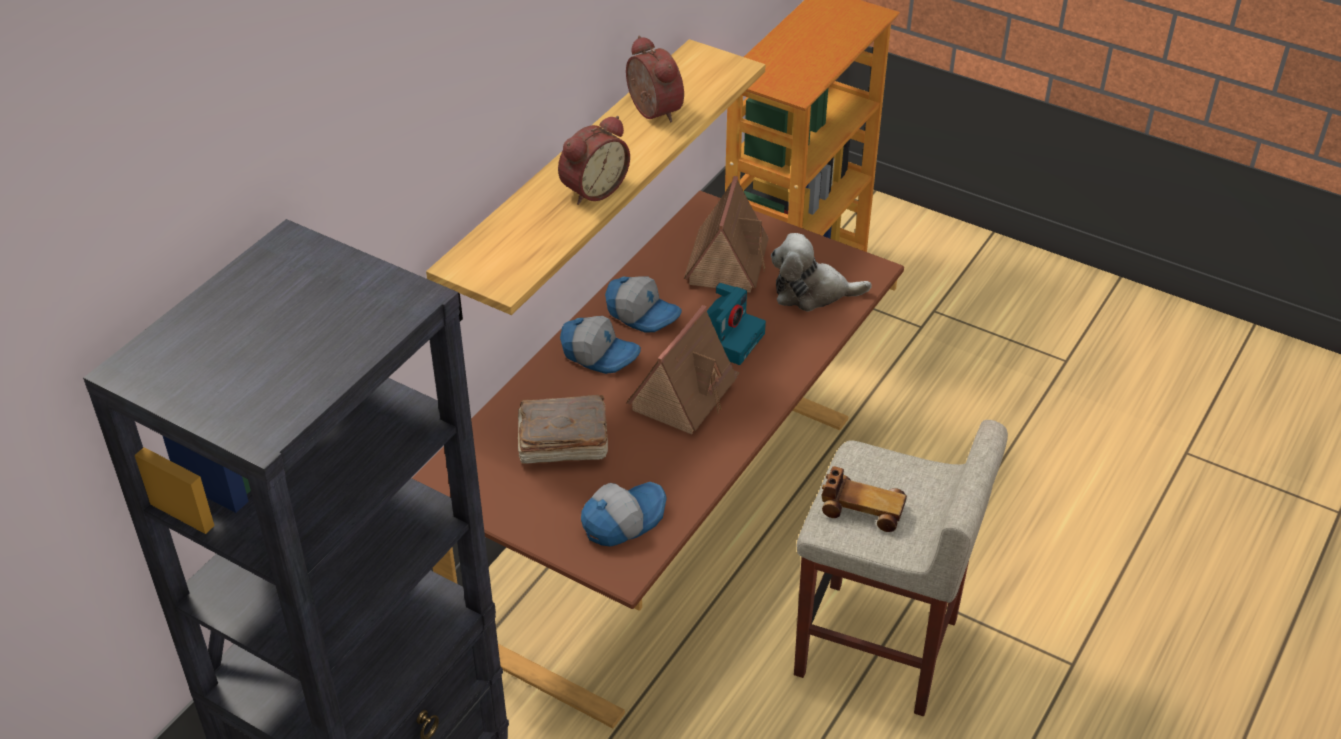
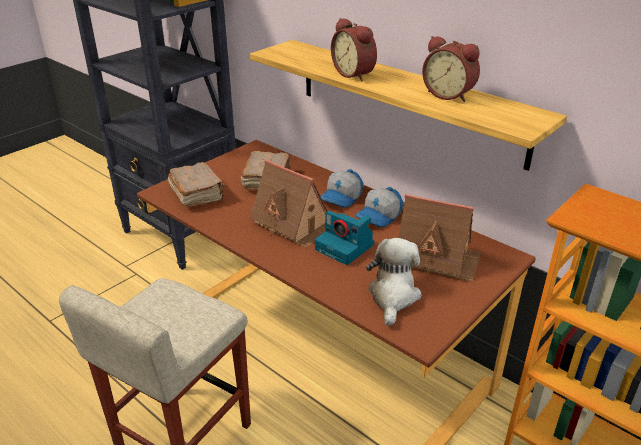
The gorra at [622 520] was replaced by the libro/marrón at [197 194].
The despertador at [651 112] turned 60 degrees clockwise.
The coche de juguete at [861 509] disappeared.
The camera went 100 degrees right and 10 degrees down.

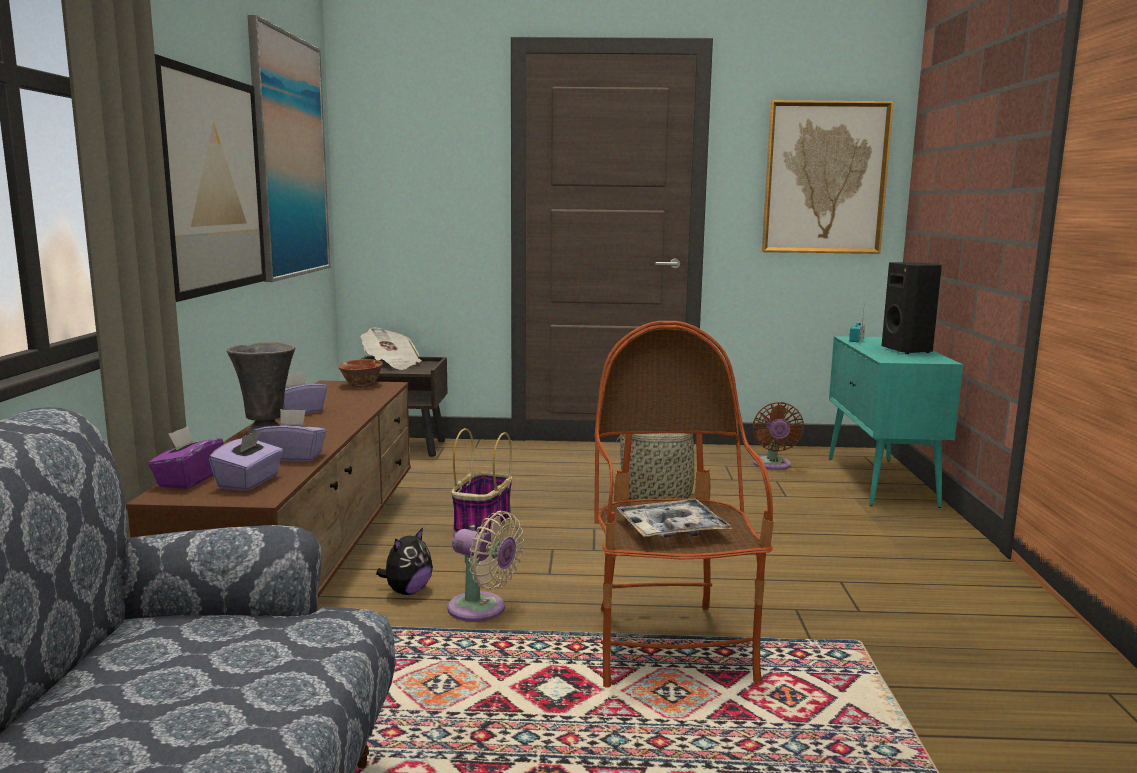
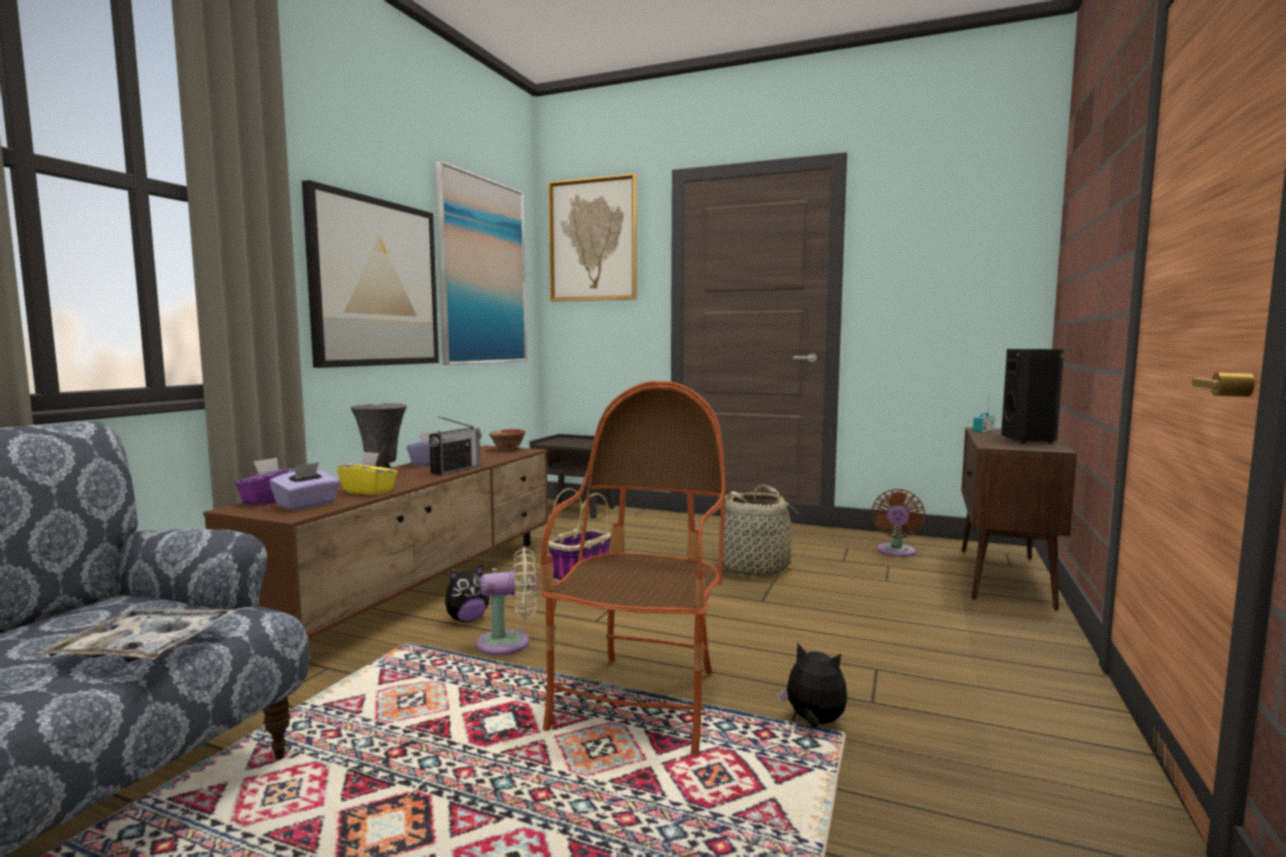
The caja de pañuelos/morado at [293 457] became the caja de pañuelos/amarillo at [369 491].
The periódico at [391 364] disappeared.
The ventilador/beis at [482 610] turned 60 degrees counterclockwise.
The bandeja moved from [671 529] to [146 647].
The cuadro moved from [825 178] to [593 240].
The armario/turquesa at [881 482] became the armario/marrón at [1004 578].
The radio at [456 469] appeared.
The peluche at [814 722] appeared.
The camera went 20 degrees right and 5 degrees down.

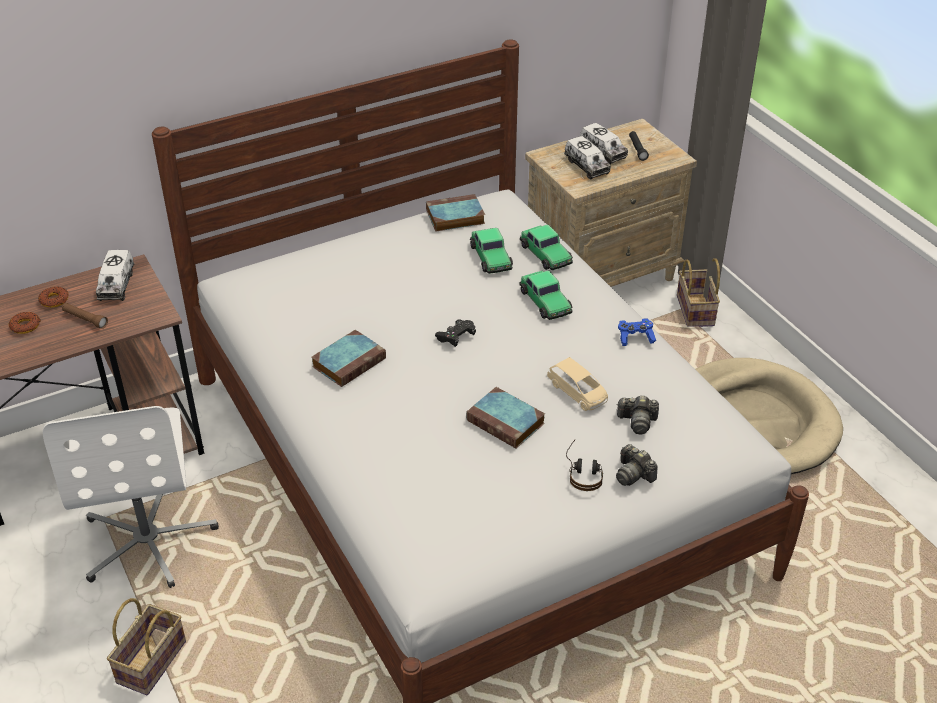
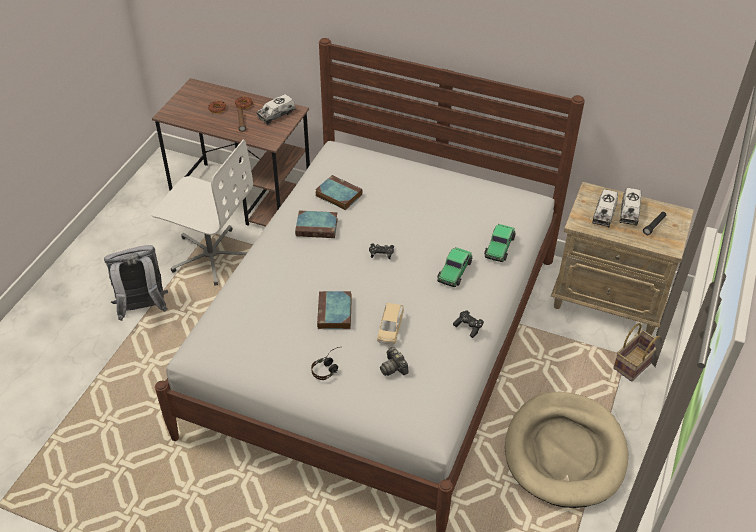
The silla de oficina/blanco at [148 539] turned 105 degrees counterclockwise.
The cesta at [152 664] was replaced by the mochila/gris at [143 309].
The libro moved from [454 217] to [337 195].
The coche de juguete at [491 257] disappeared.
The cámara at [633 474] disappeared.
The mando de consola/azul at [635 337] became the mando de consola/negro at [468 327].
The camera went 50 degrees right and 5 degrees up.

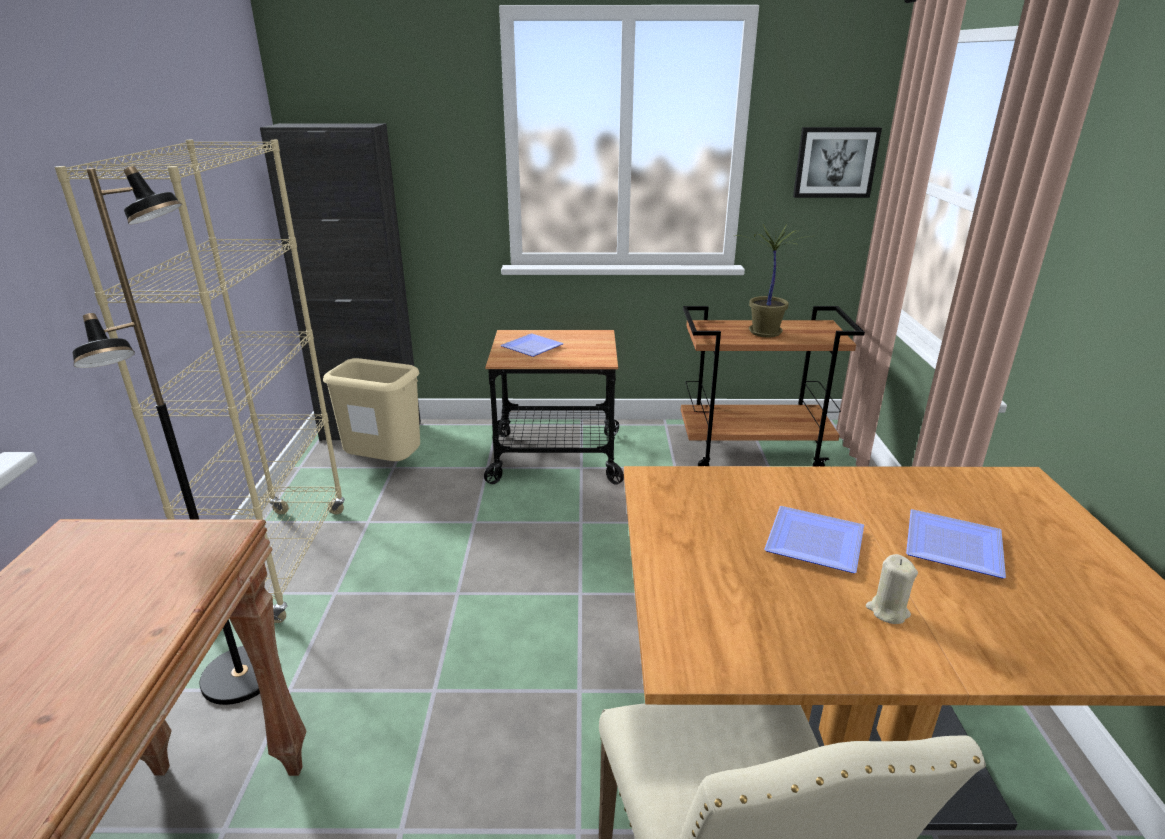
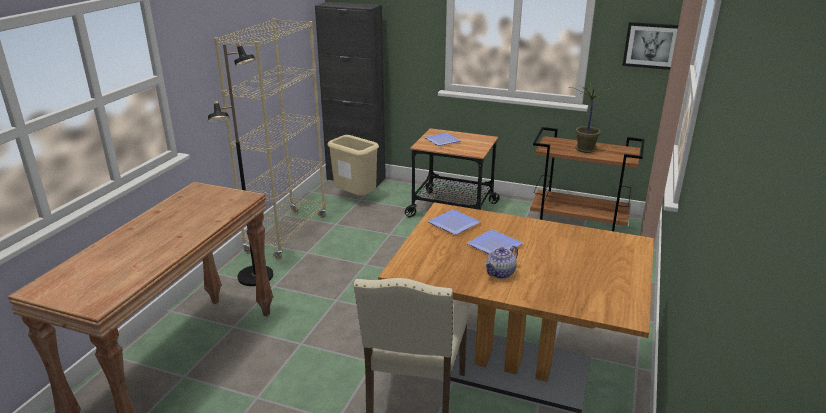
The vela/beis at [887 611] was replaced by the tetera at [500 273].
The plato moved from [949 544] to [454 223].
The camera went 20 degrees right and 0 degrees up.

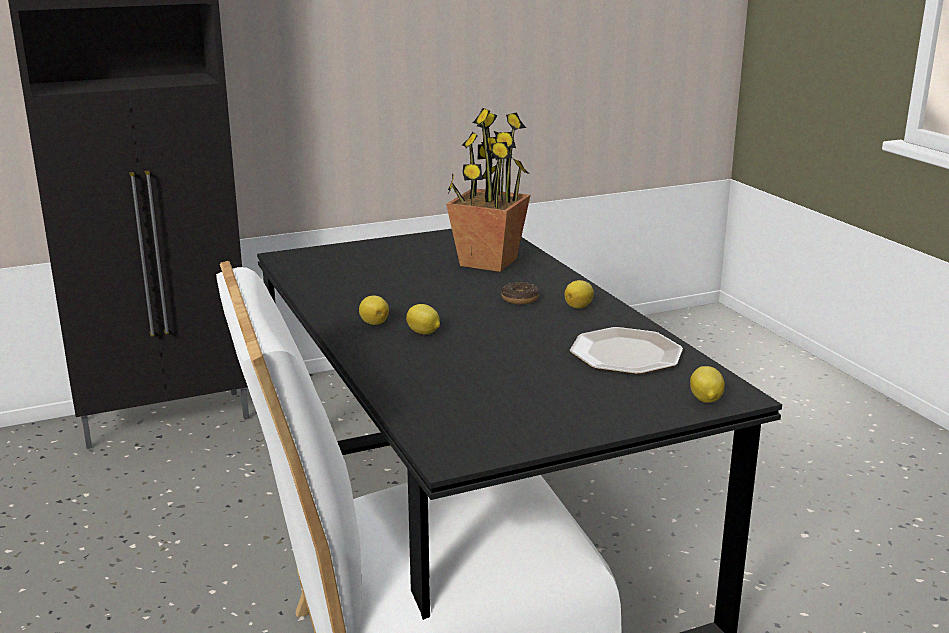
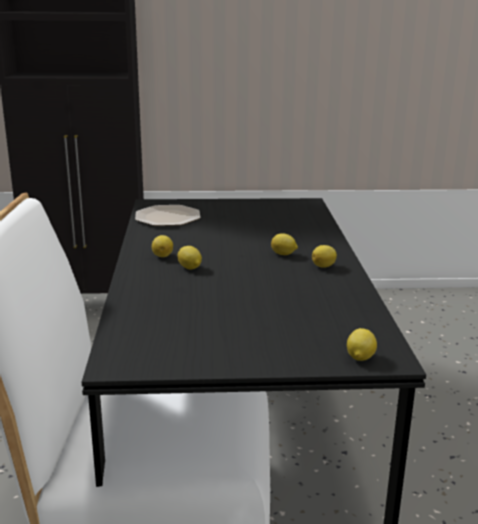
The planta en maceta at [487 262] disappeared.
The rosquilla at [520 299] was replaced by the limón at [283 254].
The plato moved from [627 353] to [168 217].
The camera went 20 degrees right and 0 degrees up.

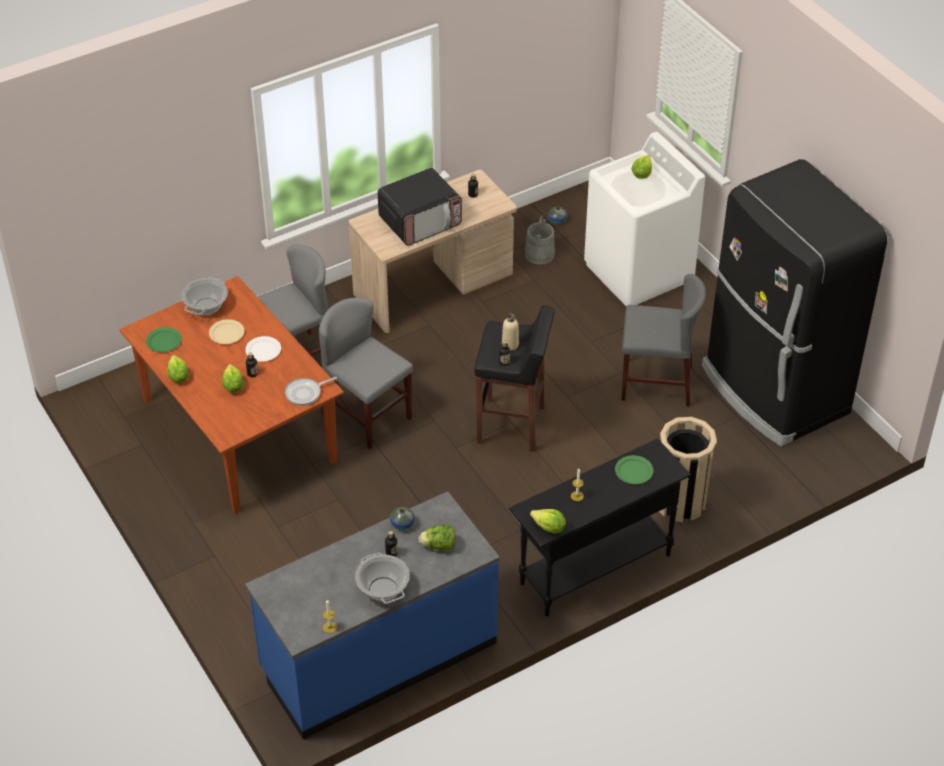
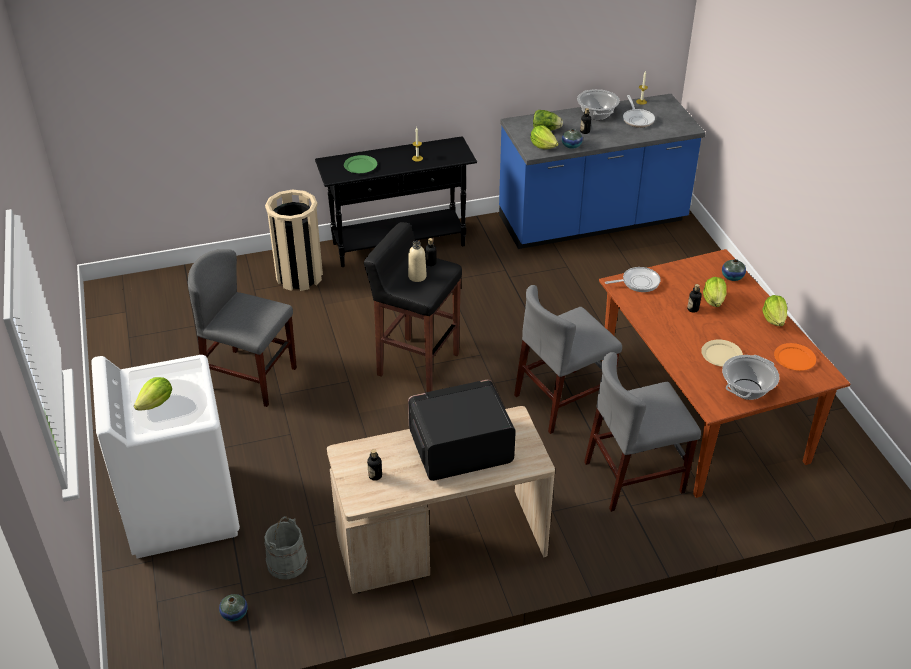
The plato/verde at [164 341] became the plato/naranja at [794 358].
The plato/blanco at [263 350] disappeared.
The silla/gris at [367 416] turned 90 degrees clockwise.
The lechuga moved from [549 528] to [543 146].
The nevera/negro at [773 391] disappeared.
The sartén at [637 119] appeared.
The florero at [732 277] appeared.
The camera went 165 degrees left and 5 degrees down.

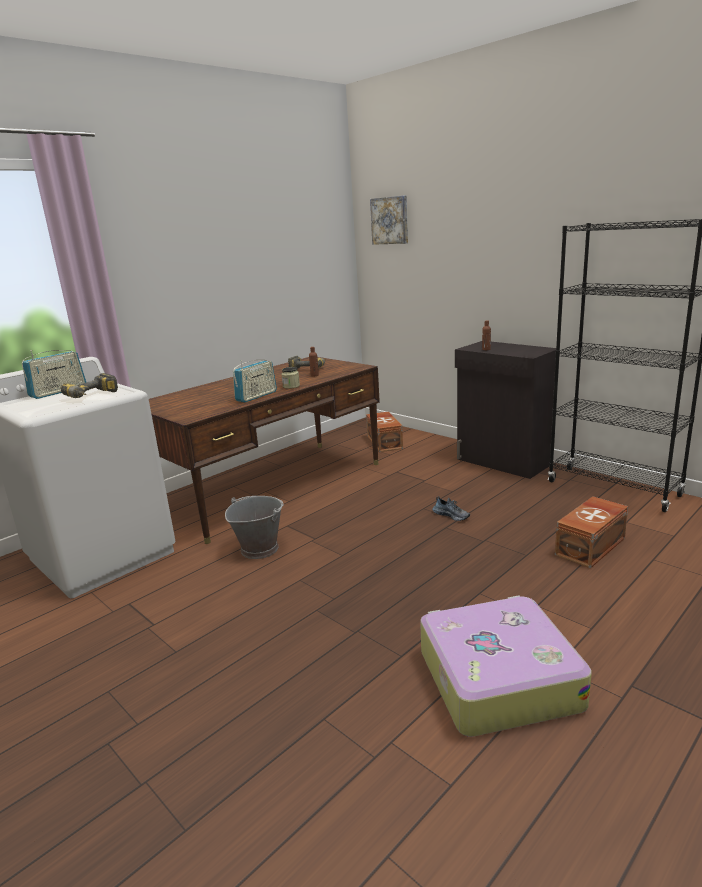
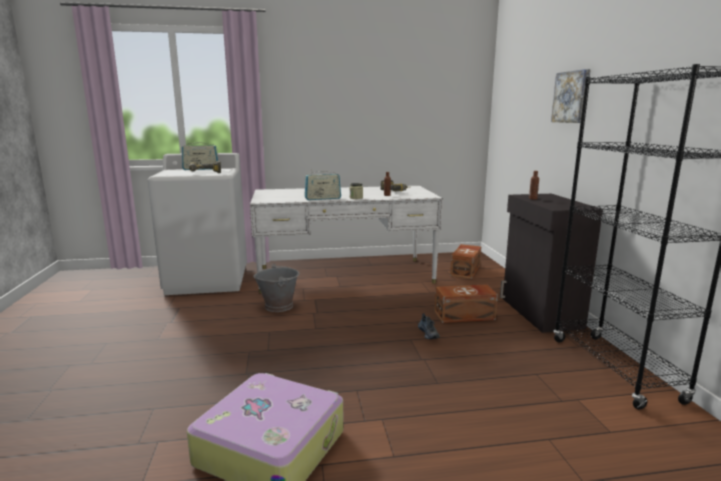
The escritorio/marrón at [272 487] became the escritorio/blanco at [345 275].
The cuadro moved from [390 220] to [572 97].
The caja de almacenaje/marrón moved from [591 546] to [465 315].
The camera went 35 degrees right and 5 degrees down.

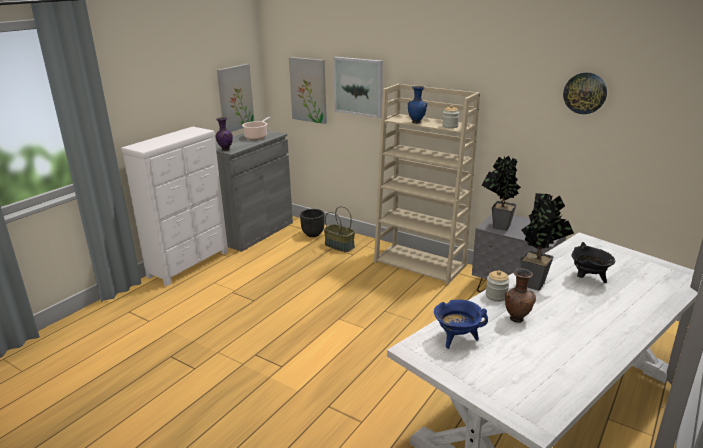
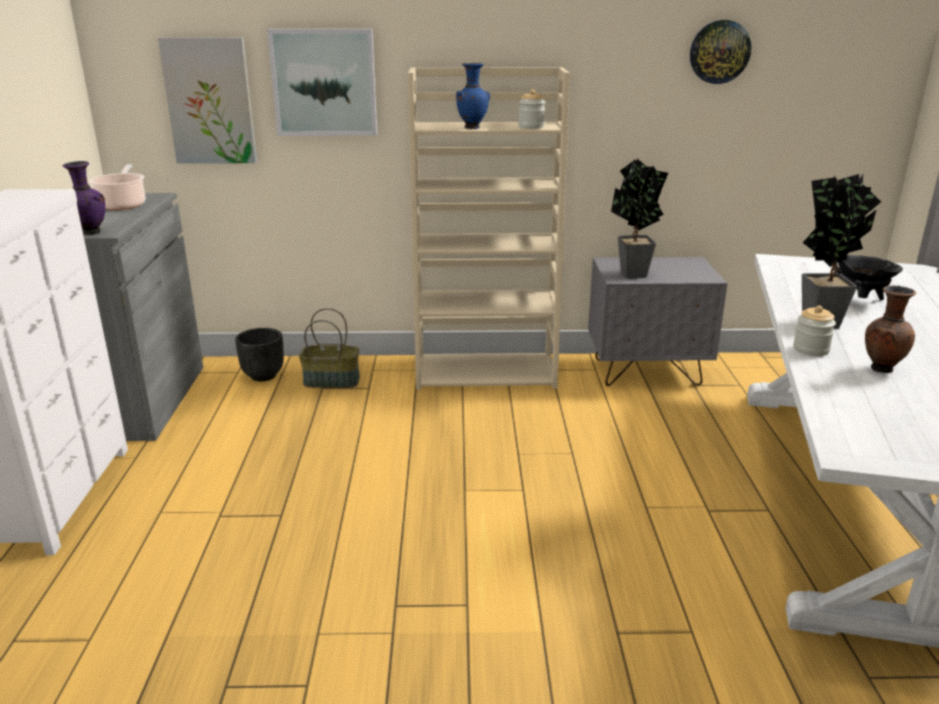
The cuadro at [235 98] disappeared.
The olla/azul at [457 339] disappeared.
The camera went 35 degrees left and 0 degrees up.

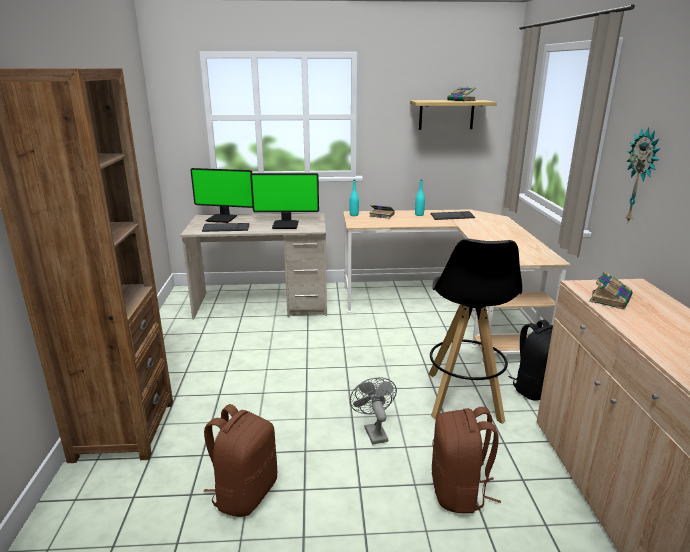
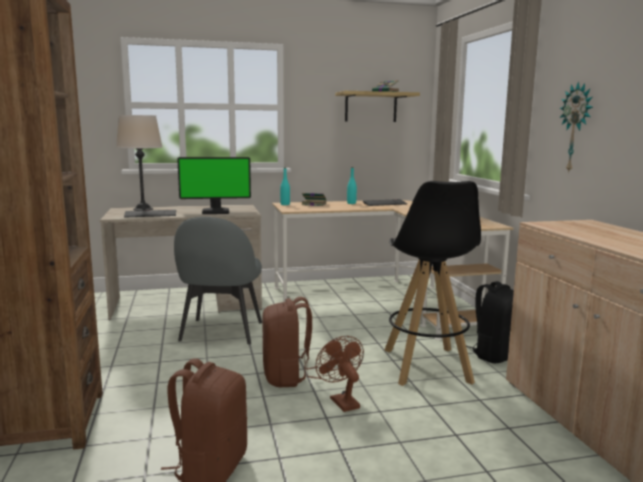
The monitor at [222 218] was replaced by the lámpara de mesa/beis at [143 209].
The ventilador/gris at [373 431] became the ventilador/marrón at [341 401].
The mochila/marrón moved from [459 492] to [287 377].
The libro at [610 298] disappeared.
The silla/gris at [221 332] appeared.
The camera went 10 degrees left and 10 degrees down.

